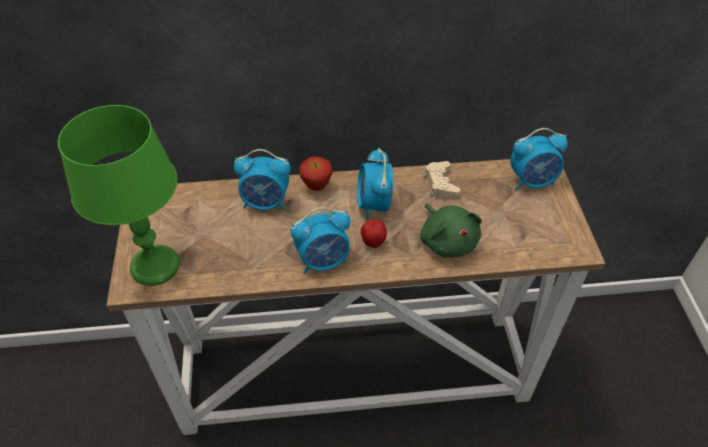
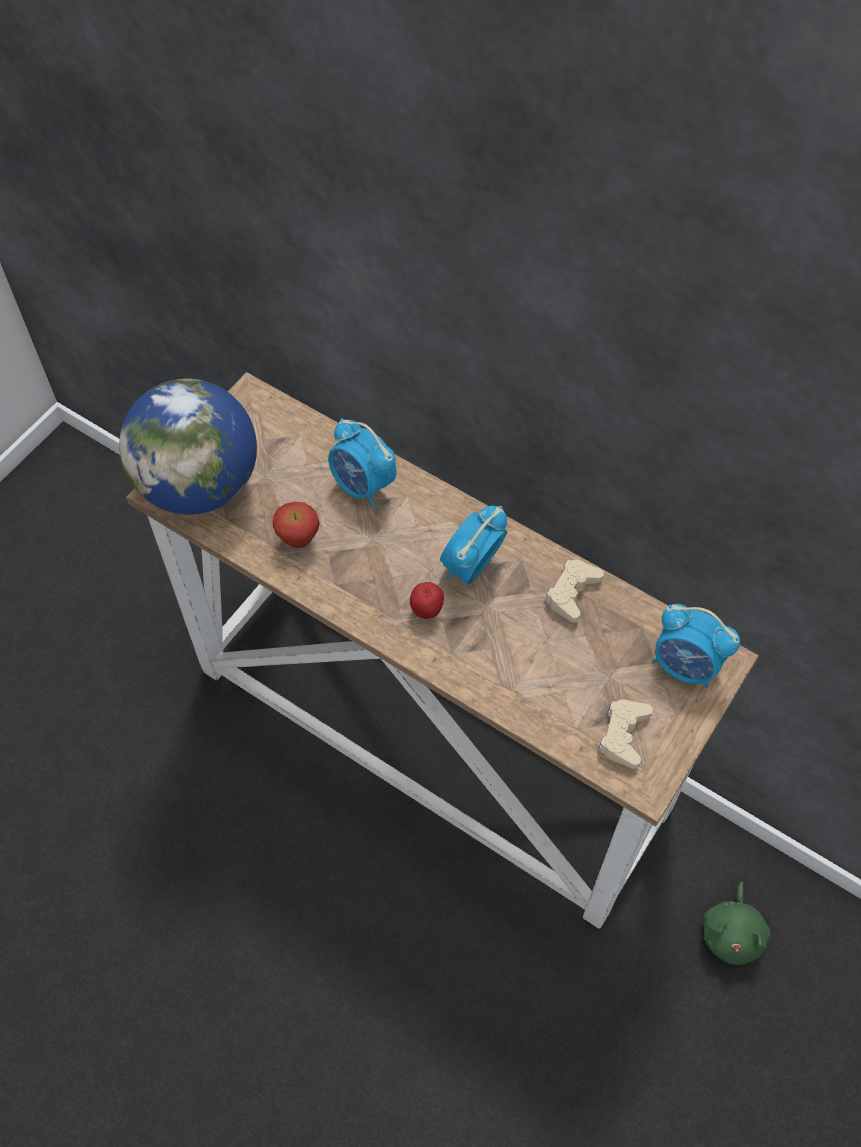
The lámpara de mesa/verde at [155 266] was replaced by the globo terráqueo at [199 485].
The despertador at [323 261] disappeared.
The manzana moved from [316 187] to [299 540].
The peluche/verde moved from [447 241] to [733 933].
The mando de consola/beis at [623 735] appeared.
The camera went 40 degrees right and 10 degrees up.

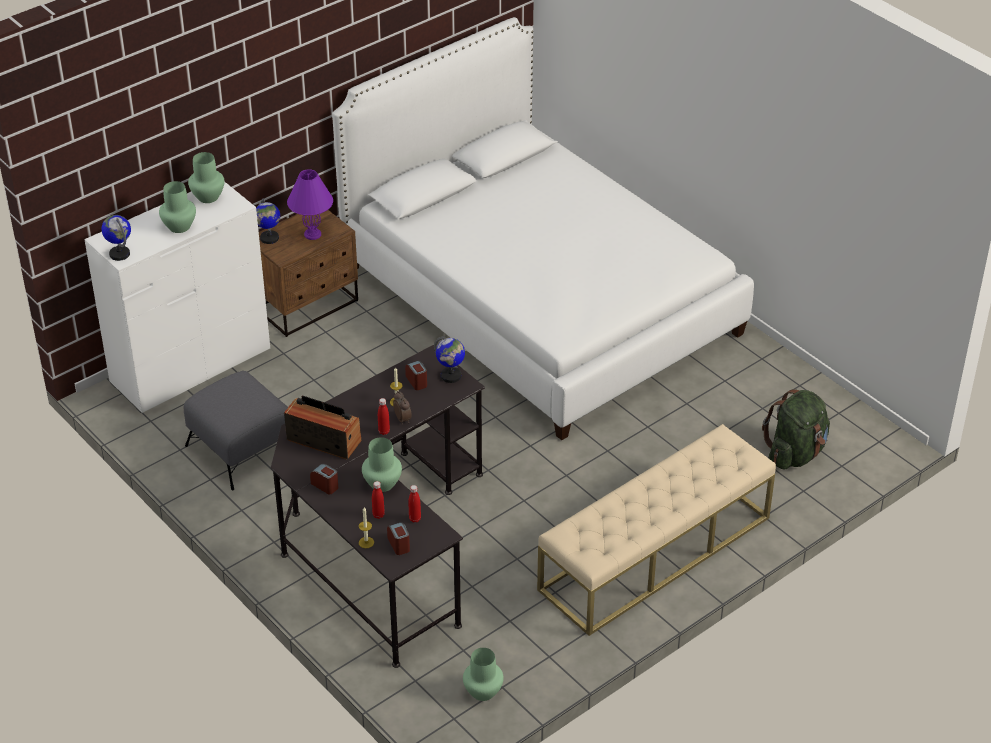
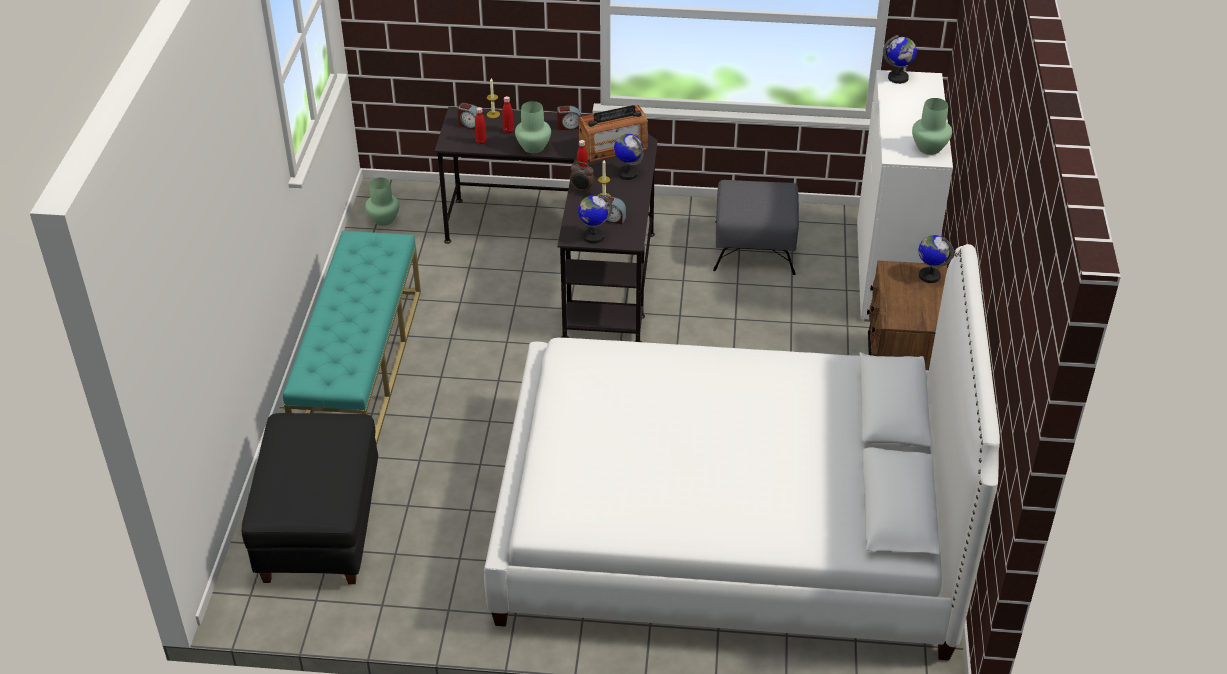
The florero/verde at [180 226] disappeared.
The lámpara de mesa/morado at [313 234] disappeared.
The banco/beis at [655 553] became the banco/turquesa at [360 368].
The mochila/verde at [795 453] was replaced by the puf/negro at [321 527].
The globo terráqueo at [627 173] appeared.
The camera went 135 degrees right and 0 degrees up.

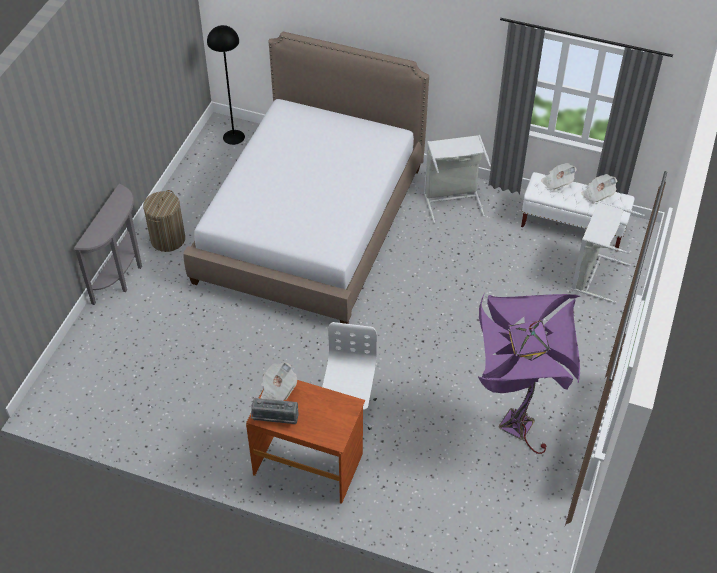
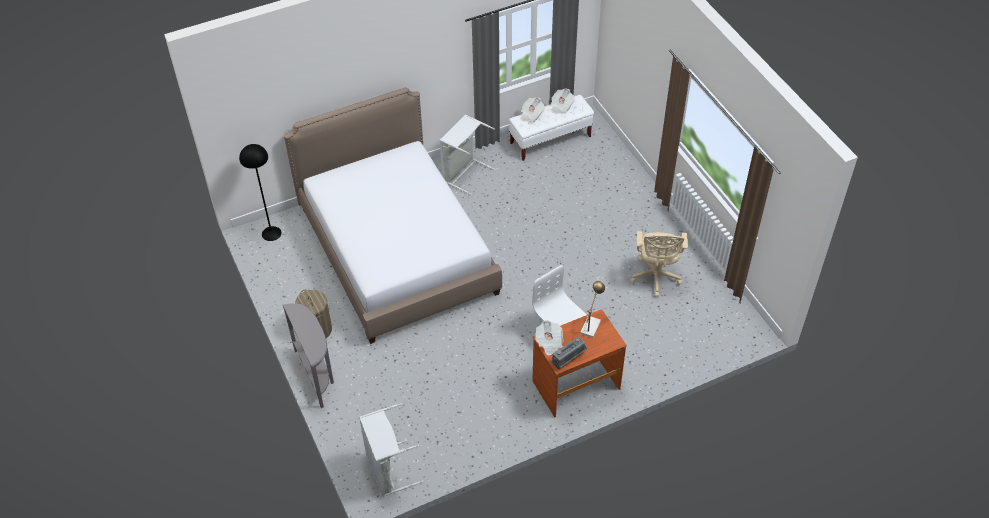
The lámpara de pie/morado at [511 430] was replaced by the silla de oficina/beis at [655 277].
The cesto de la ropa/gris moved from [593 275] to [387 470].
The lámpara de mesa at [591 324] appeared.
The camera went 45 degrees left and 0 degrees up.

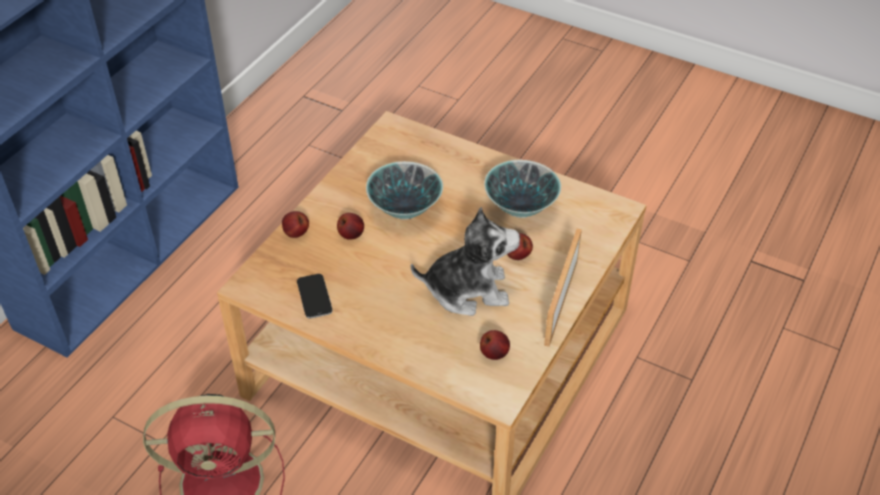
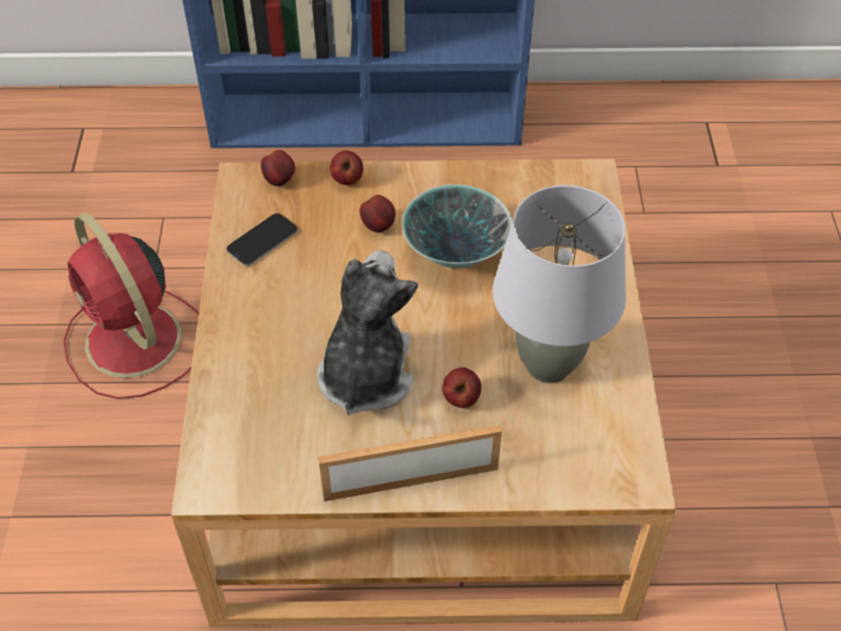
The peluche at [467 290] turned 135 degrees counterclockwise.
The manzana moved from [494 353] to [280 180].
The cuenco at [520 209] was replaced by the lámpara de mesa/gris at [548 366].
The camera went 60 degrees right and 5 degrees up.

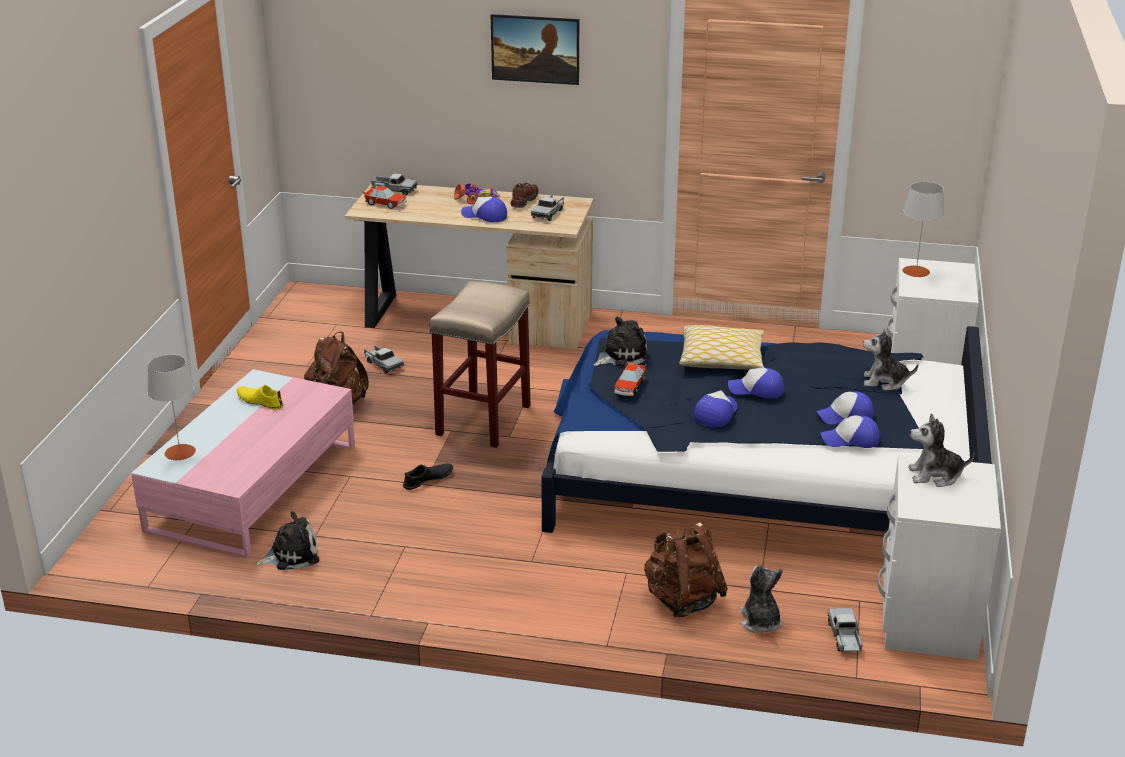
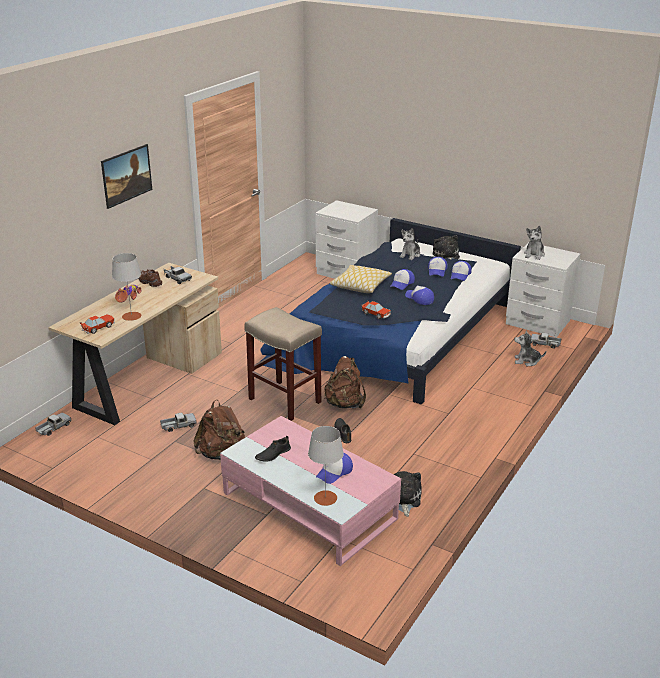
The zapato/amarillo at [260 401] became the zapato/negro at [273 454].
The camión de juguete moved from [394 190] to [54 428].
The gorra moved from [484 216] to [334 472].
The peluche moved from [621 355] to [446 256].
The mochila/marrón moved from [682 600] to [345 404].
The lámpara de mesa/gris moved from [916 271] to [131 316].
The camera went 70 degrees left and 0 degrees up.

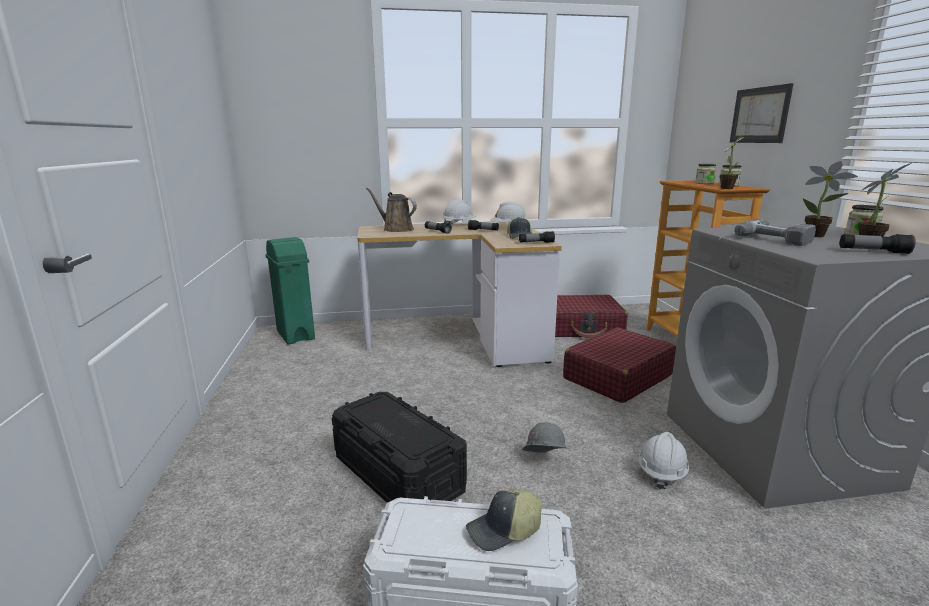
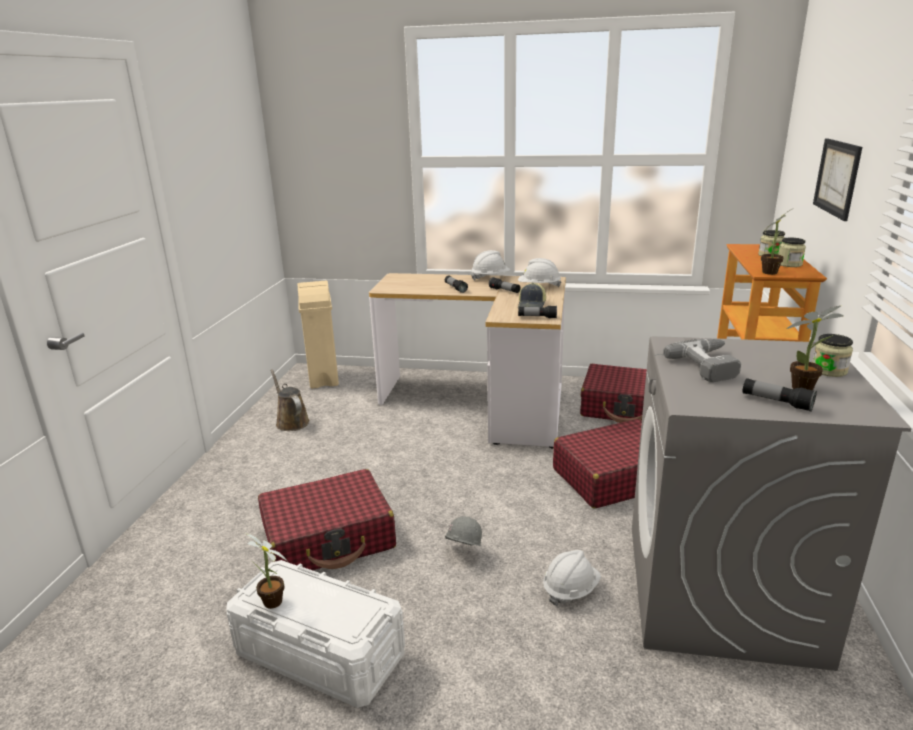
The papelera/verde at [295 335] became the papelera/beis at [323 379].
The caja de almacenaje/negro at [398 474] was replaced by the maleta/rojo at [329 538].
The regadera/marrón moved from [396 229] to [291 422].
The gorra at [504 531] disappeared.
The planta en maceta moved from [818 236] to [273 604].
The camera went 20 degrees right and 5 degrees up.

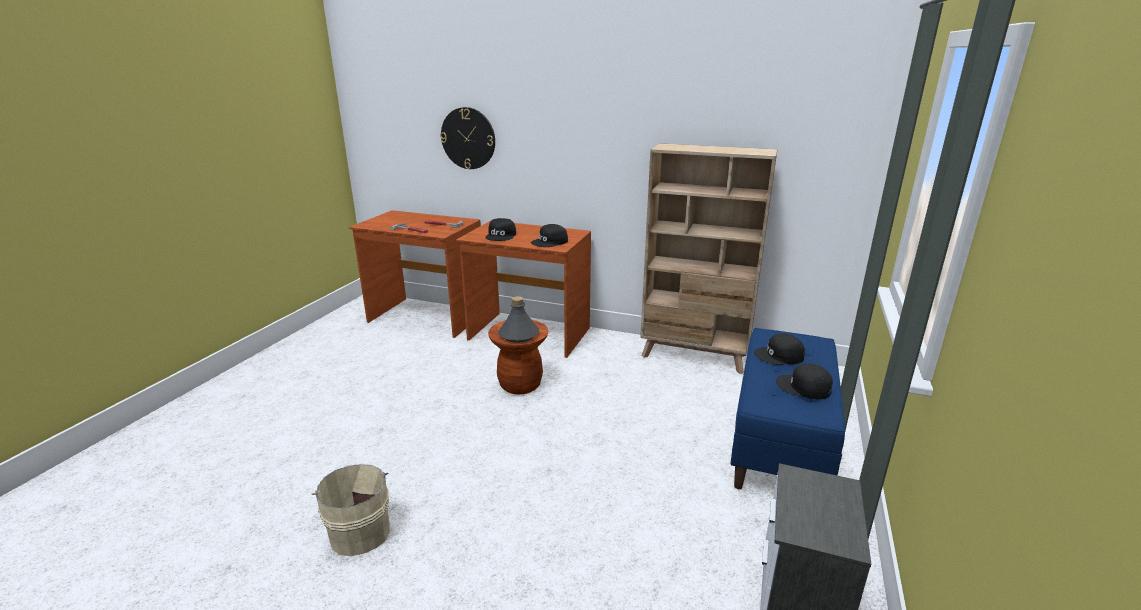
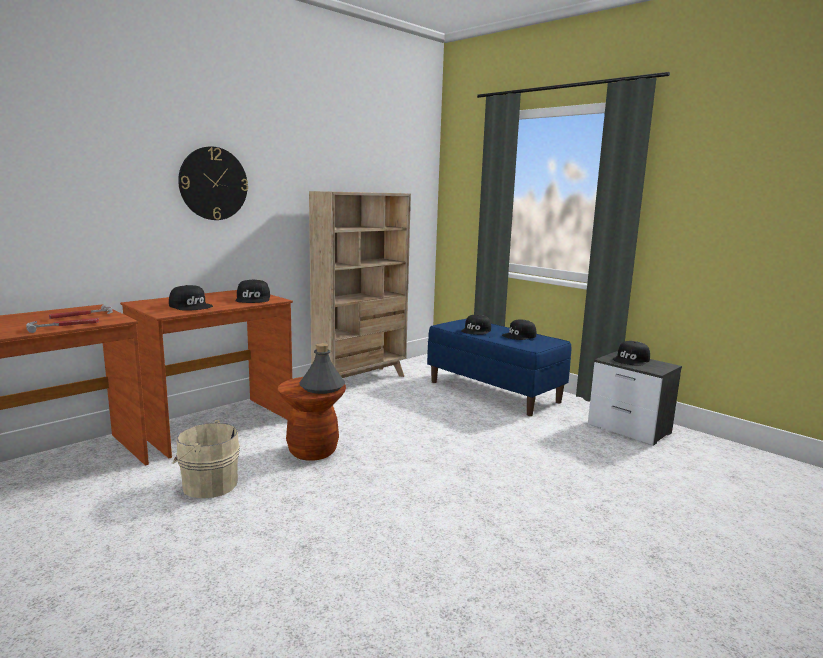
The cubo/beis moved from [360 531] to [208 484].
The reloj de pared moved from [468 138] to [213 183].
The gorra/negro at [631 360] appeared.
The camera went 65 degrees left and 10 degrees down.

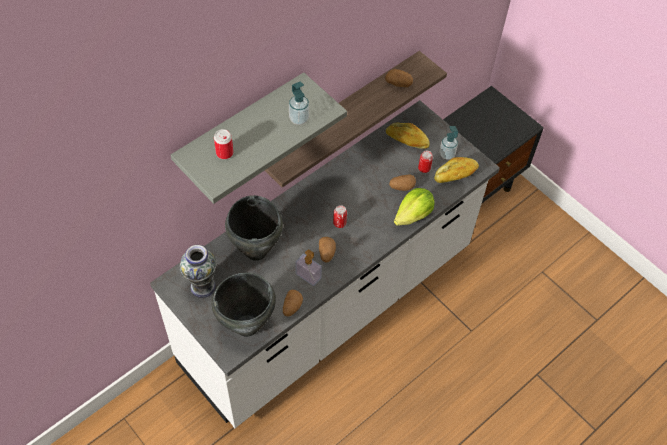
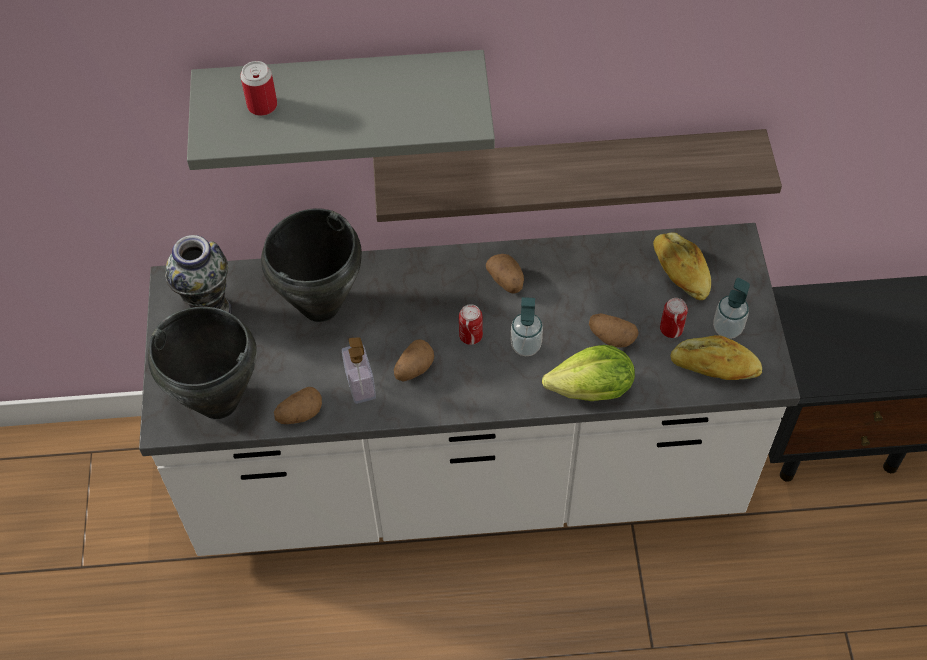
The dispensador de jabón moved from [299 119] to [526 346].
The patata moved from [398 83] to [506 281].
The camera went 40 degrees right and 0 degrees up.

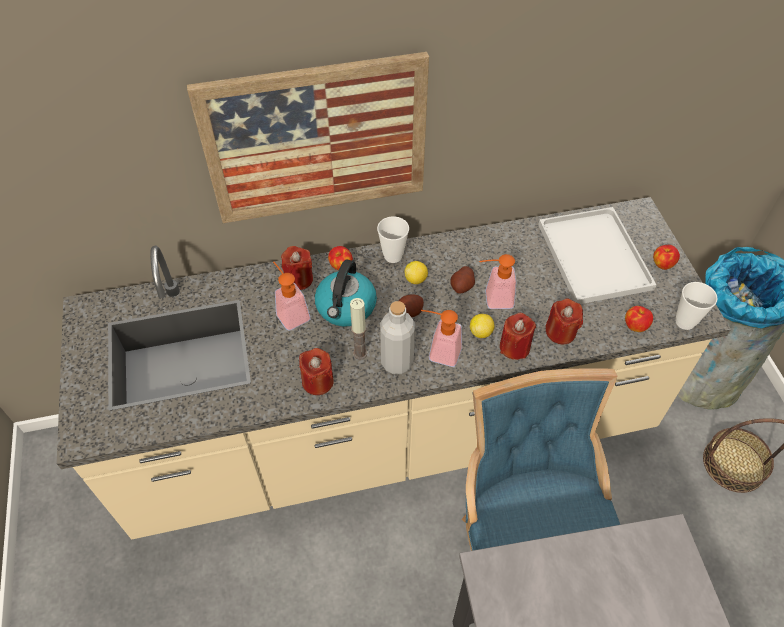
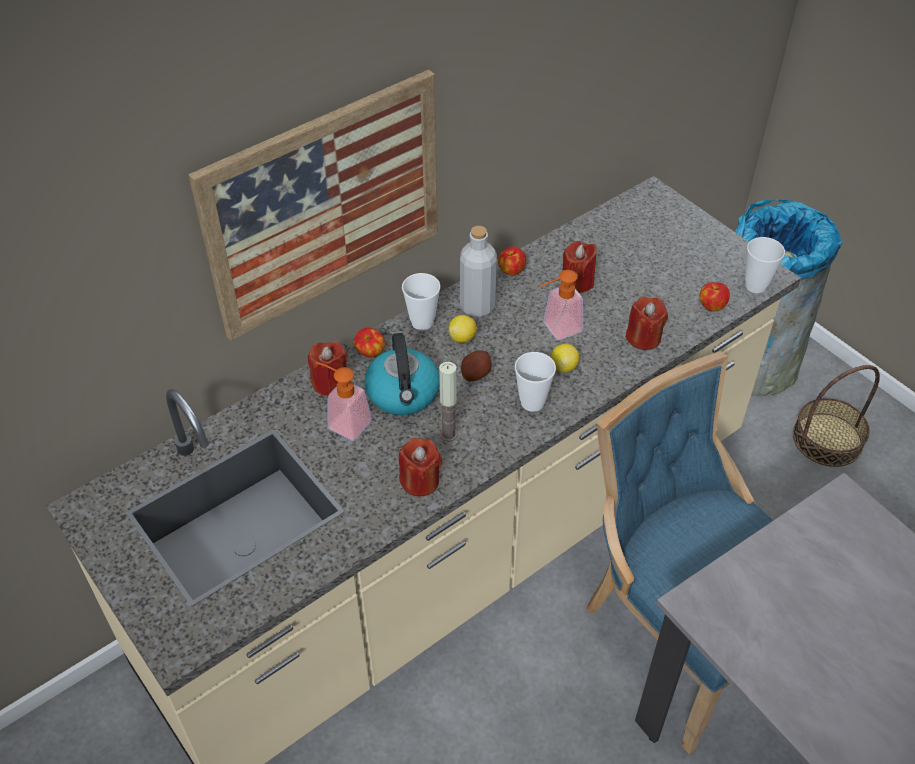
The botella/gris moved from [397 362] to [477 307].
The dispensador de jabón at [439 352] was replaced by the taza at [532 402].
The patata at [462 286] disappeared.
The vela/rojo moved from [514 347] to [577 282].
The bandeja/blanco at [596 258] disappeared.
The manzana moved from [662 264] to [511 270].
The camera went 25 degrees left and 5 degrees down.

